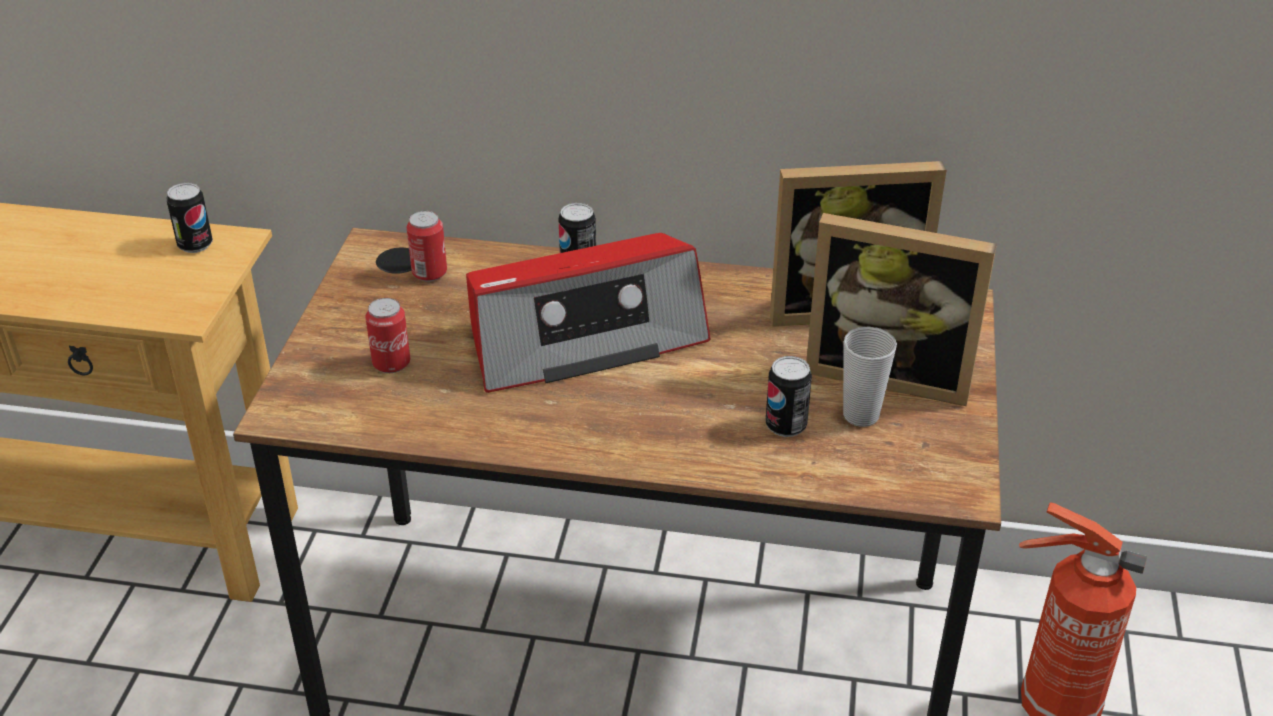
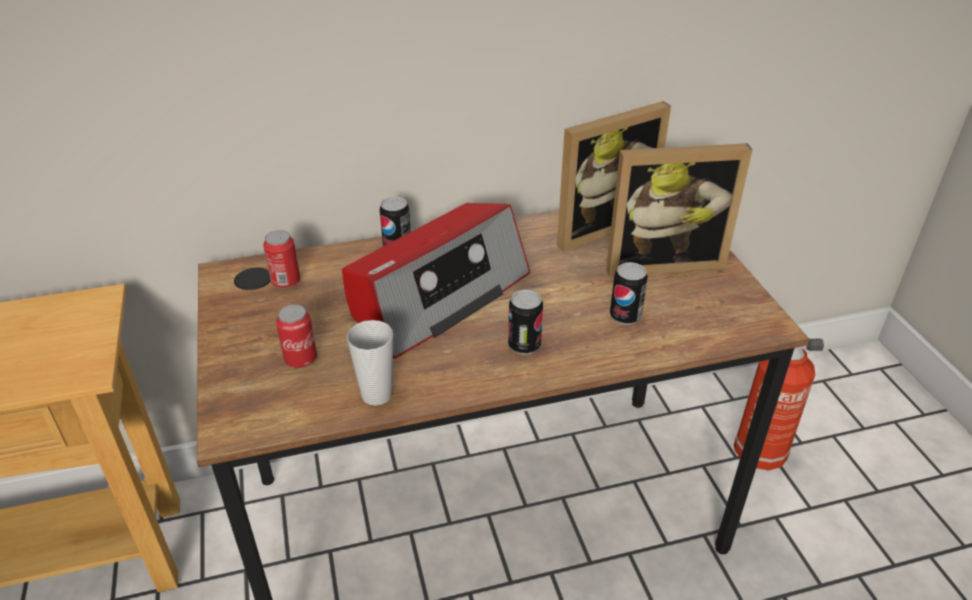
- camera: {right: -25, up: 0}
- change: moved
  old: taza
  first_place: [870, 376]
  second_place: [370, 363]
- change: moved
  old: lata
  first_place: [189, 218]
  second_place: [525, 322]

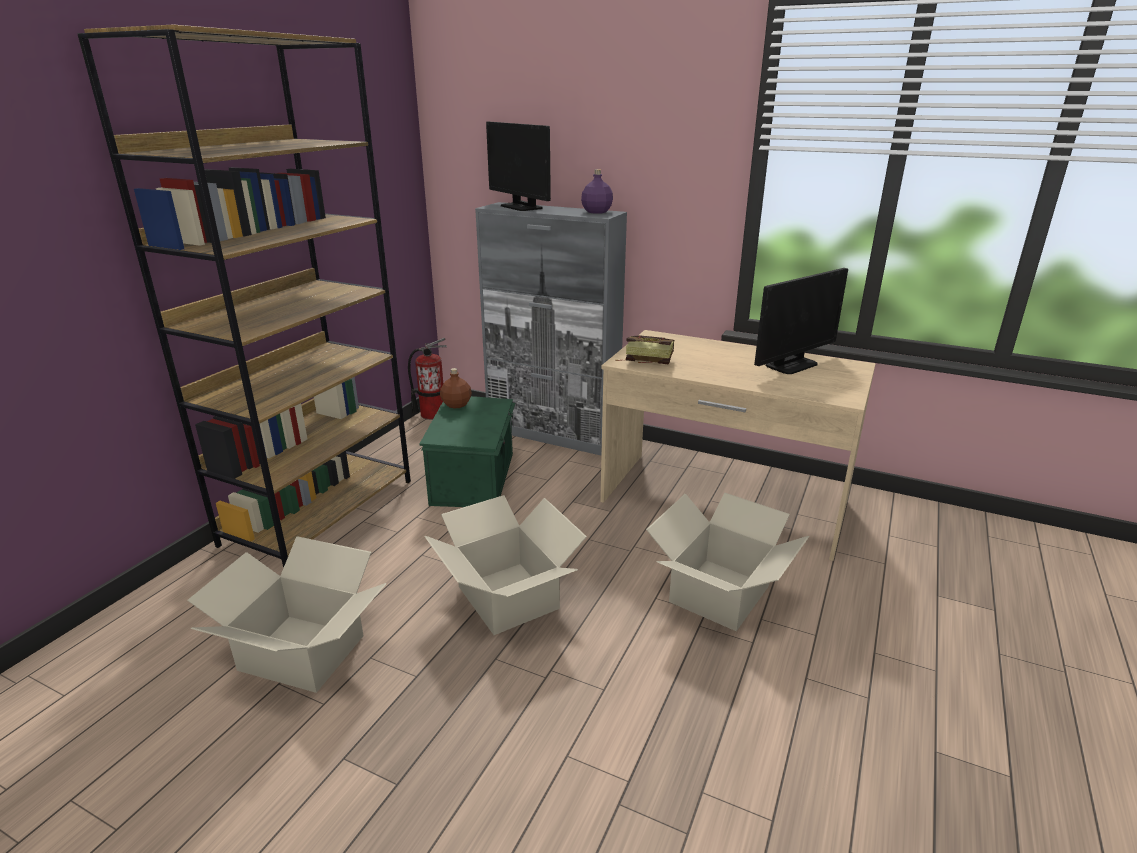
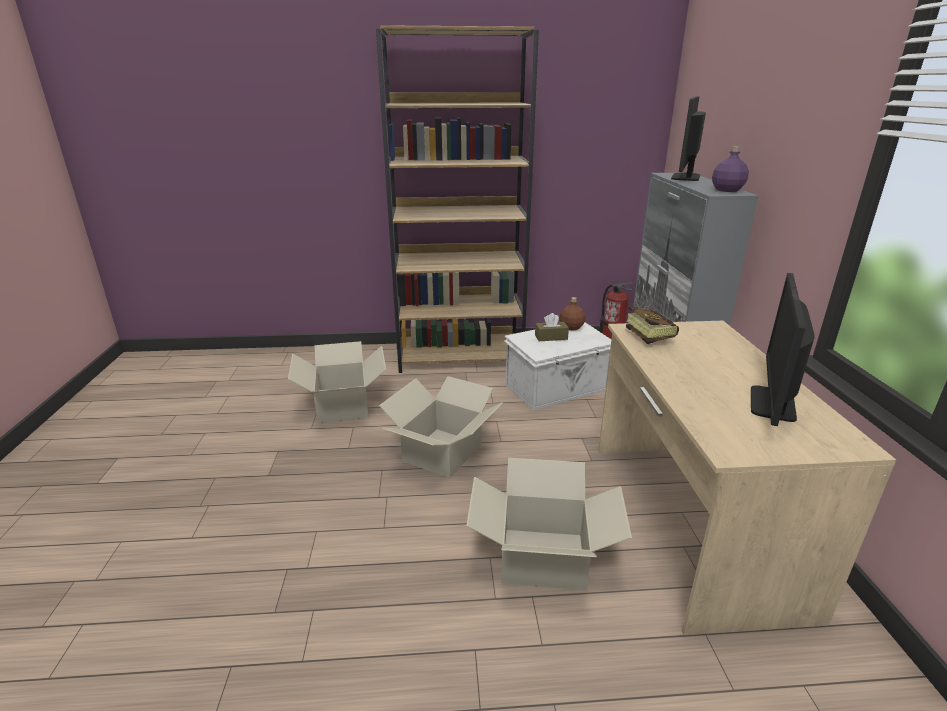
- camera: {right: 60, up: 0}
- change: recoloured
  old: caja de almacenaje [verde]
  new: caja de almacenaje [blanco]
  first_place: [467, 451]
  second_place: [557, 366]
- change: added
  new: caja de pañuelos [marrón]
  second_place: [552, 327]
- change: turned
  old: monitor
  first_place: [801, 321]
  second_place: [783, 349]
  degrees: 90

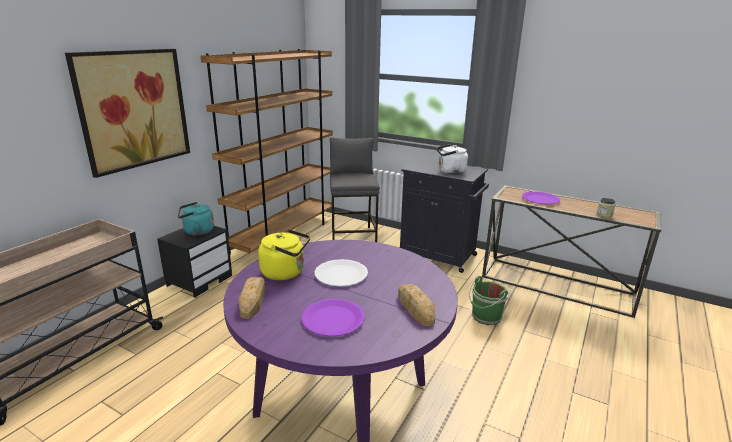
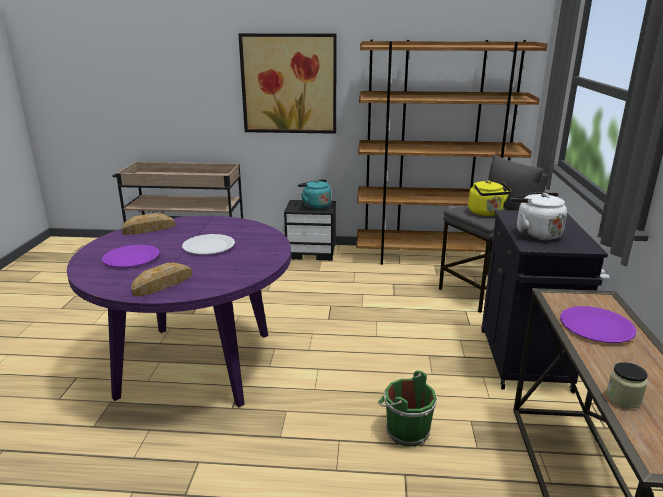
- camera: {right: 65, up: 0}
- change: moved
  old: hervidor [amarillo]
  first_place: [284, 254]
  second_place: [489, 198]

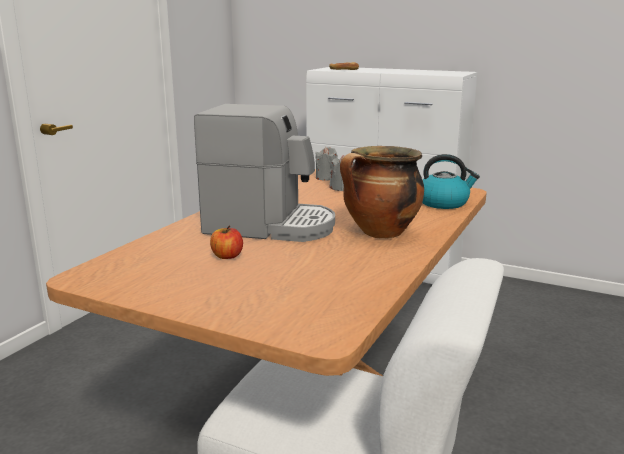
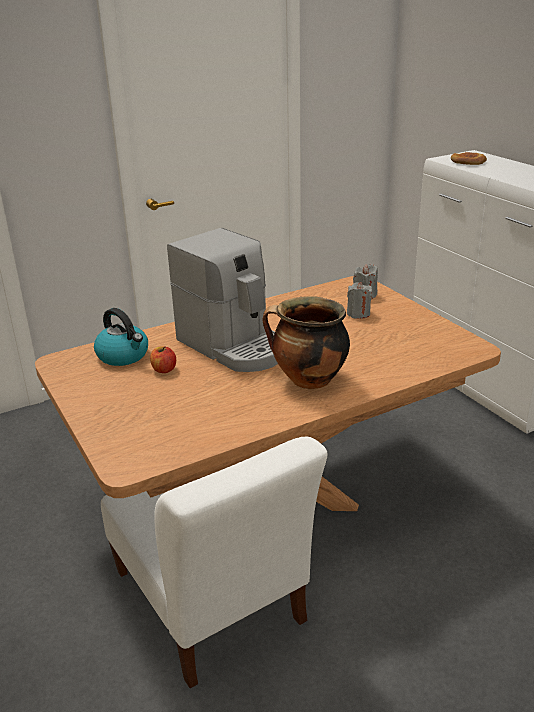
- camera: {right: 35, up: 10}
- change: moved
  old: hervidor
  first_place: [451, 181]
  second_place: [121, 337]

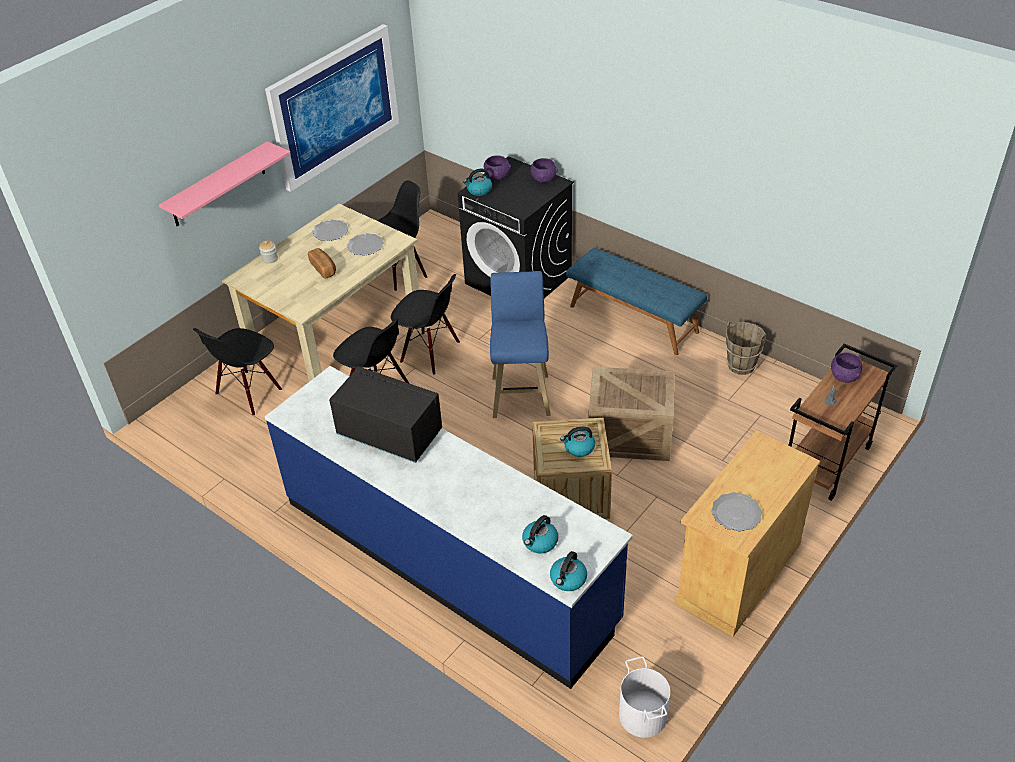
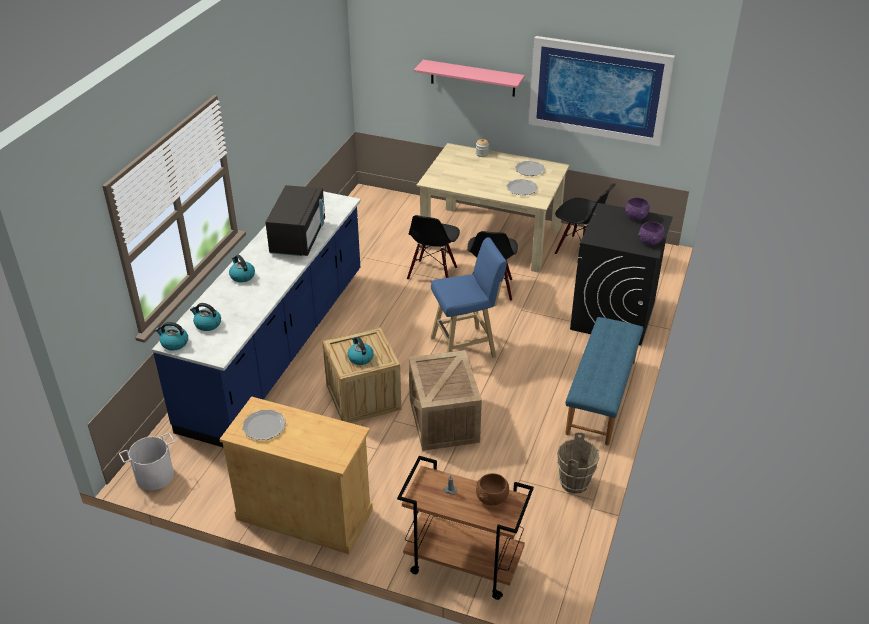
- camera: {right: 70, up: -5}
- change: moved
  old: hervidor
  first_place: [477, 182]
  second_place: [242, 268]
- change: recoloured
  old: cuenco [morado]
  new: cuenco [marrón]
  first_place: [846, 367]
  second_place: [492, 489]
- change: removed
  old: silla [negro]
  first_place: [237, 372]
- change: removed
  old: pan
  first_place: [322, 263]

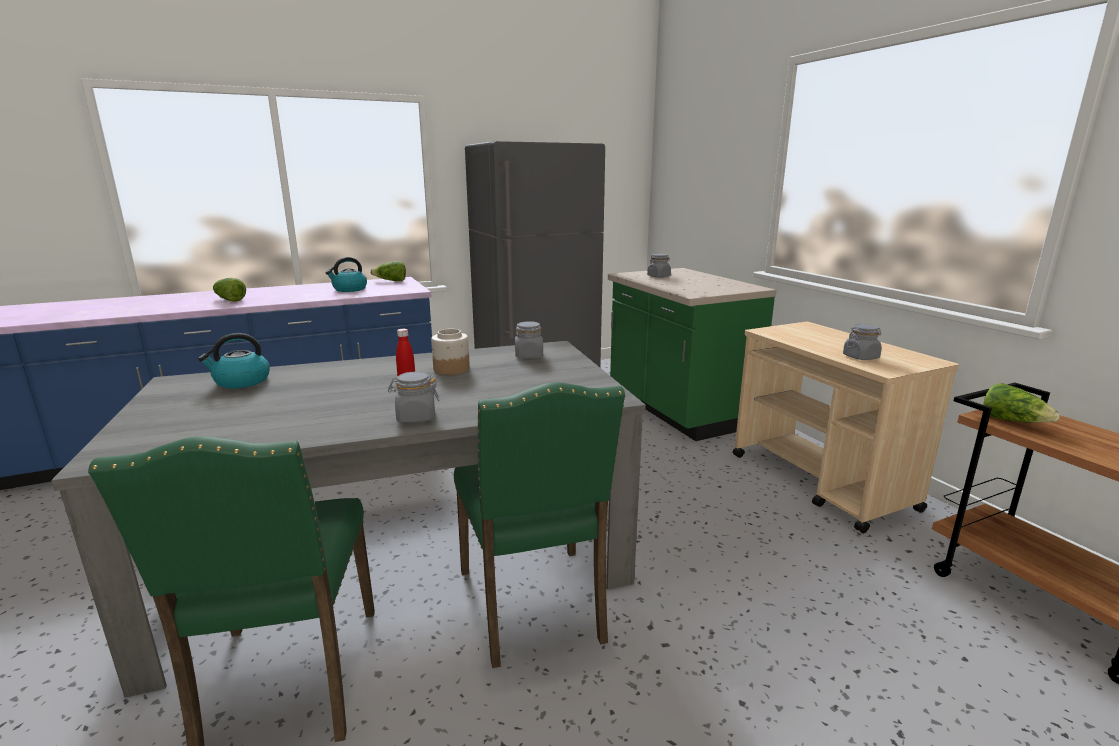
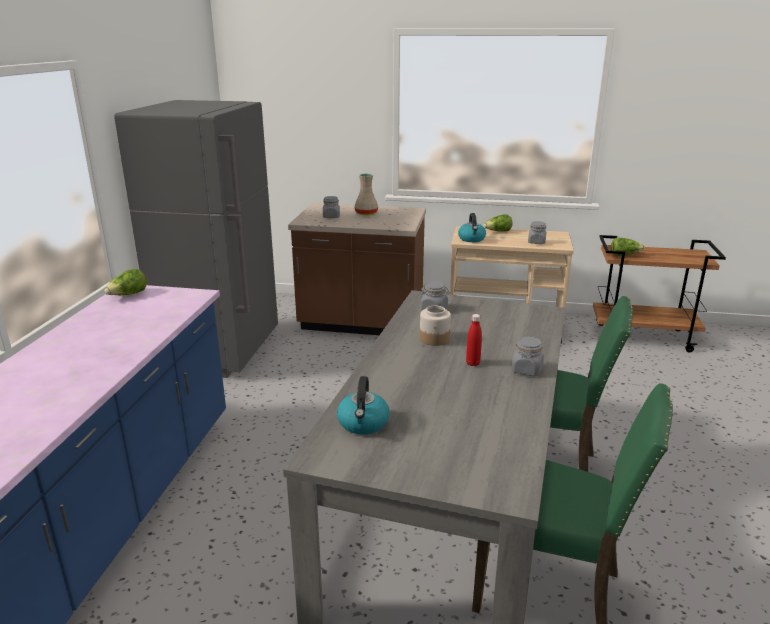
- camera: {right: -55, up: 5}
- change: recoloured
  old: mueble bajo de cocina [verde]
  new: mueble bajo de cocina [marrón]
  first_place: [692, 354]
  second_place: [357, 269]
- change: added
  new: florero [beis]
  second_place: [366, 194]
- change: moved
  old: hervidor
  first_place: [346, 274]
  second_place: [472, 227]
- change: moved
  old: lechuga
  first_place: [229, 290]
  second_place: [498, 223]

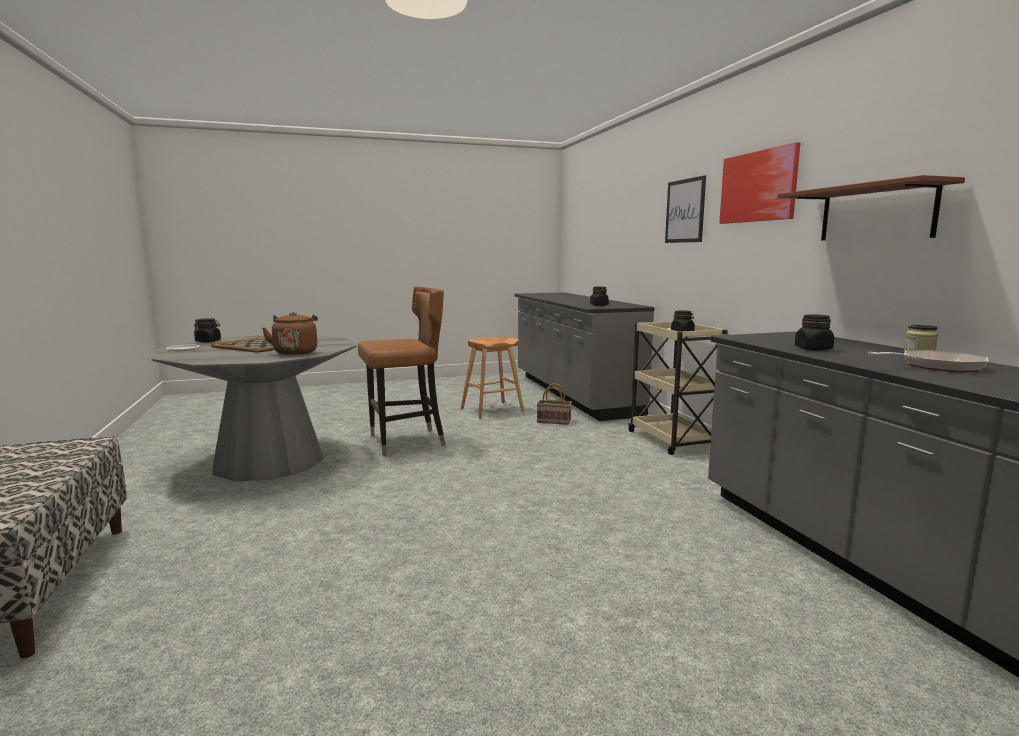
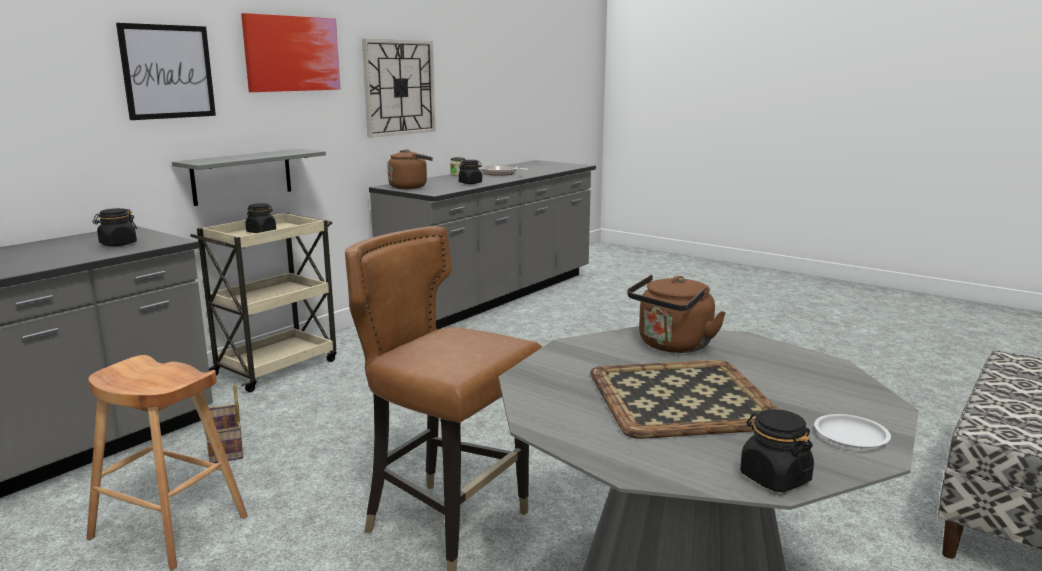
- camera: {right: -125, up: 5}
- change: added
  new: estante [gris]
  second_place: [249, 177]
- change: replaced
  old: estante [marrón]
  new: reloj de pared
  first_place: [871, 207]
  second_place: [399, 88]
- change: added
  new: hervidor [marrón]
  second_place: [410, 169]

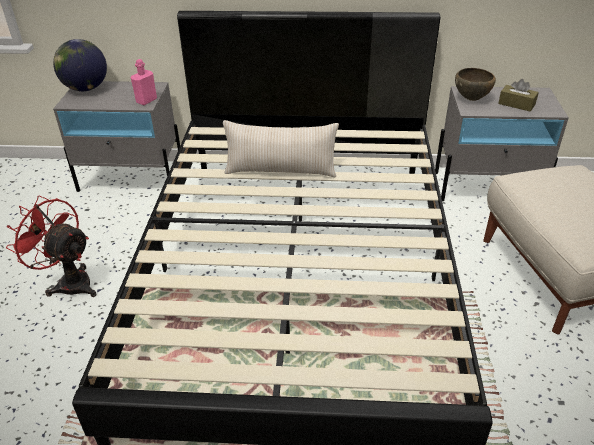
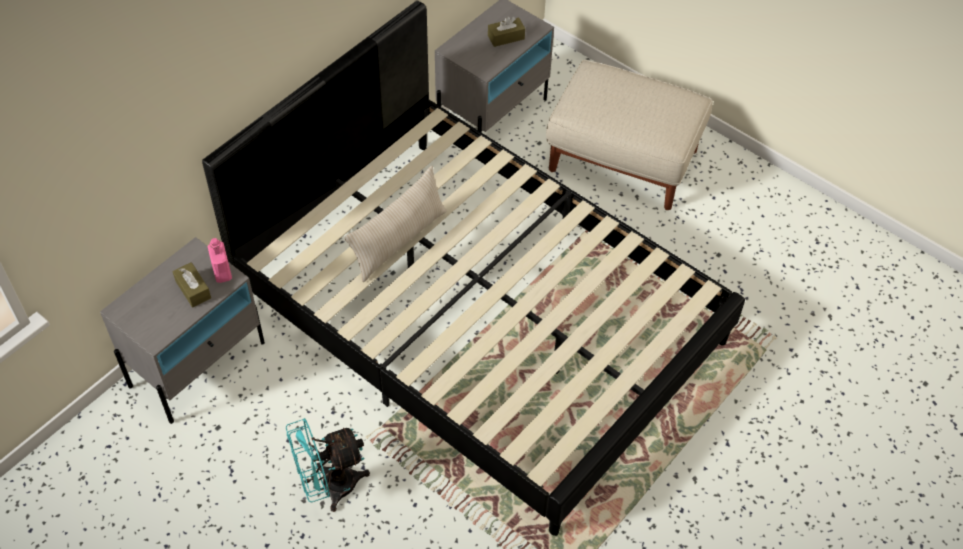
- camera: {right: -55, up: 15}
- change: added
  new: caja de pañuelos [marrón]
  second_place: [191, 284]
- change: recoloured
  old: ventilador [rojo]
  new: ventilador [turquesa]
  first_place: [51, 246]
  second_place: [328, 465]
- change: removed
  old: globo terráqueo
  first_place: [80, 65]
- change: removed
  old: cuenco [marrón]
  first_place: [475, 84]

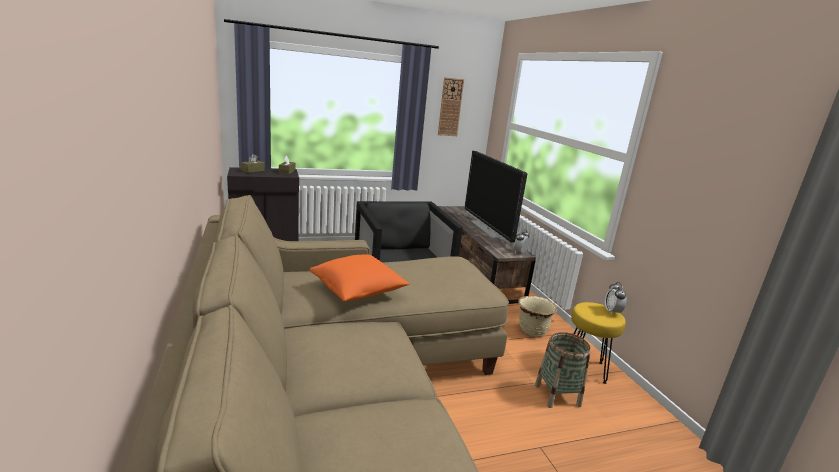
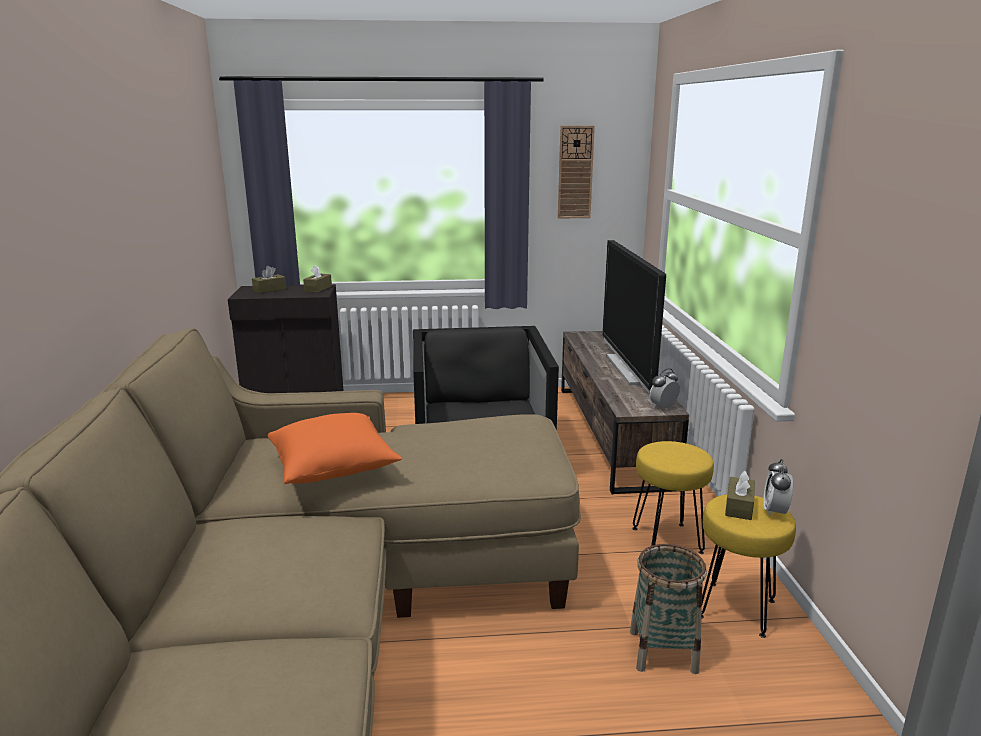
- camera: {right: 15, up: 0}
- change: replaced
  old: maceta [beis]
  new: taburete [amarillo]
  first_place: [537, 316]
  second_place: [673, 497]
- change: added
  new: caja de pañuelos [marrón]
  second_place: [740, 495]

